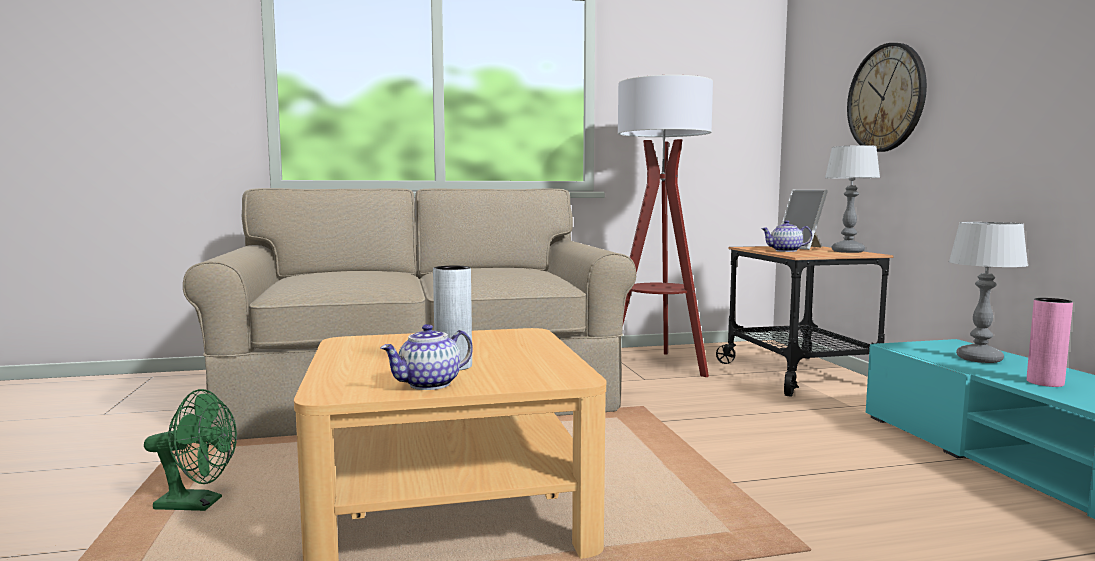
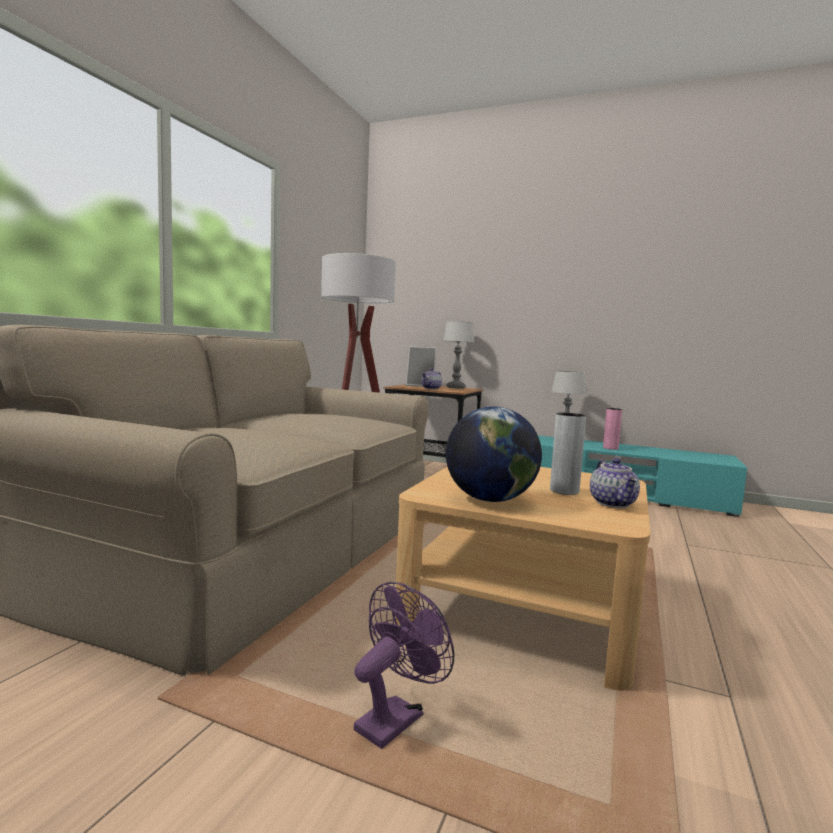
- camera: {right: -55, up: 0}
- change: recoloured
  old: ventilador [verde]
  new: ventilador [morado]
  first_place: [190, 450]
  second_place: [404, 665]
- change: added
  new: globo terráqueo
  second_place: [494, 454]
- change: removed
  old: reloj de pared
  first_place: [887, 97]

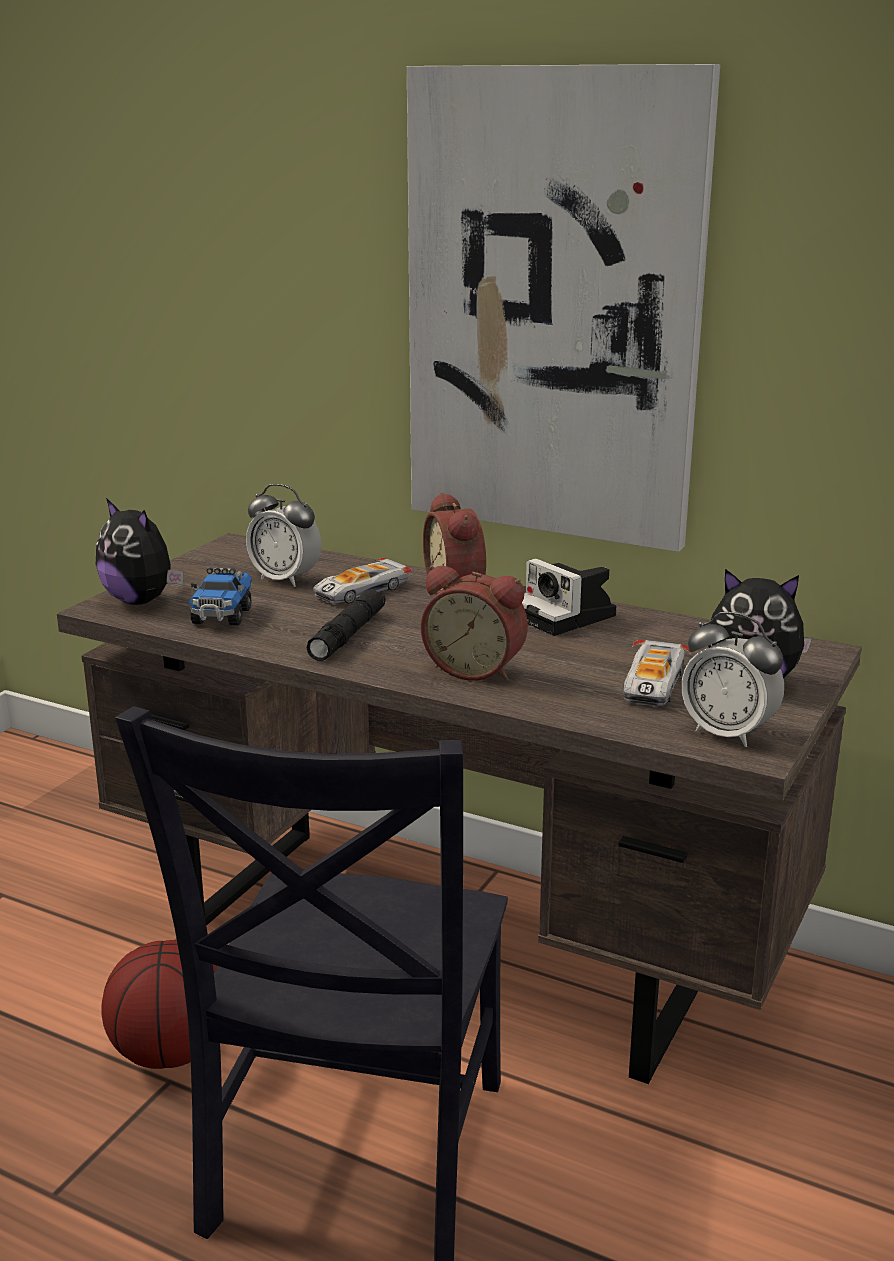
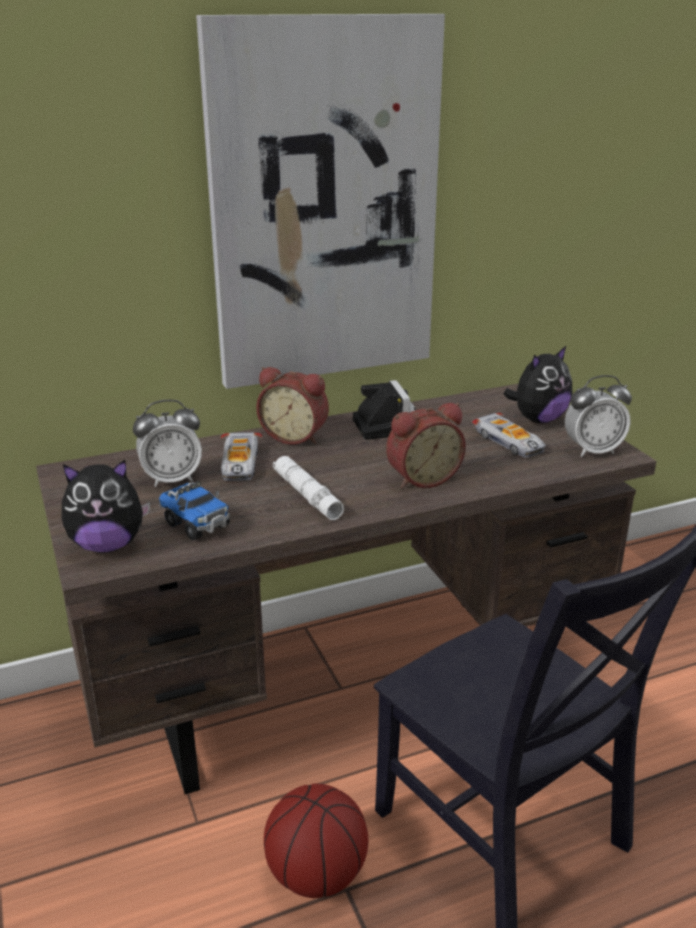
- camera: {right: -50, up: 5}
- change: recoloured
  old: linterna [negro]
  new: linterna [blanco]
  first_place: [346, 625]
  second_place: [308, 488]
- change: turned
  old: cámara
  first_place: [569, 597]
  second_place: [384, 410]
  degrees: -105

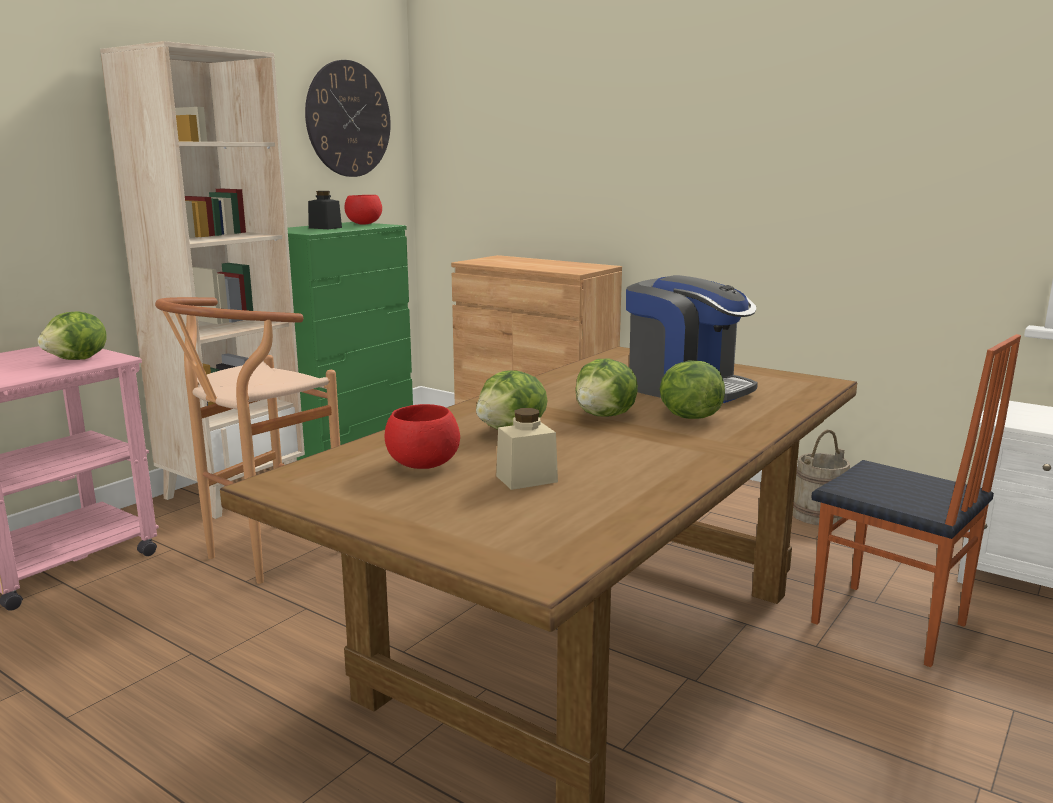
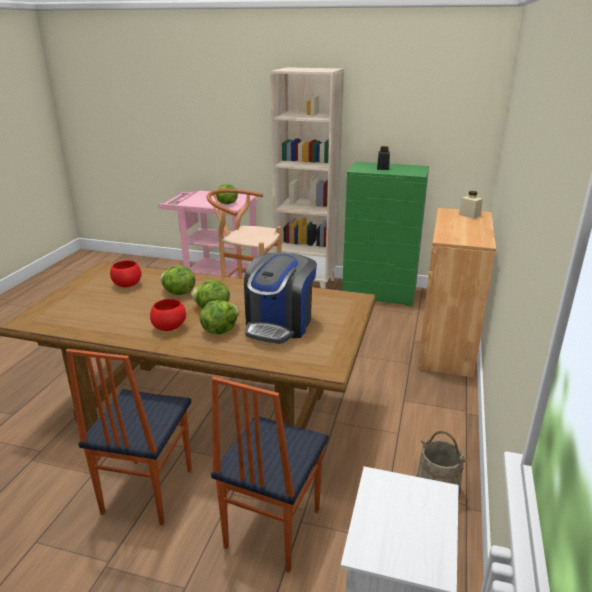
- camera: {right: 70, up: 10}
- change: added
  new: silla
  second_place: [129, 437]
- change: moved
  old: cuenco [rojo]
  first_place: [363, 210]
  second_place: [168, 315]
- change: moved
  old: tarro [beis]
  first_place: [527, 449]
  second_place: [471, 205]
- change: removed
  old: reloj de pared
  first_place: [348, 118]

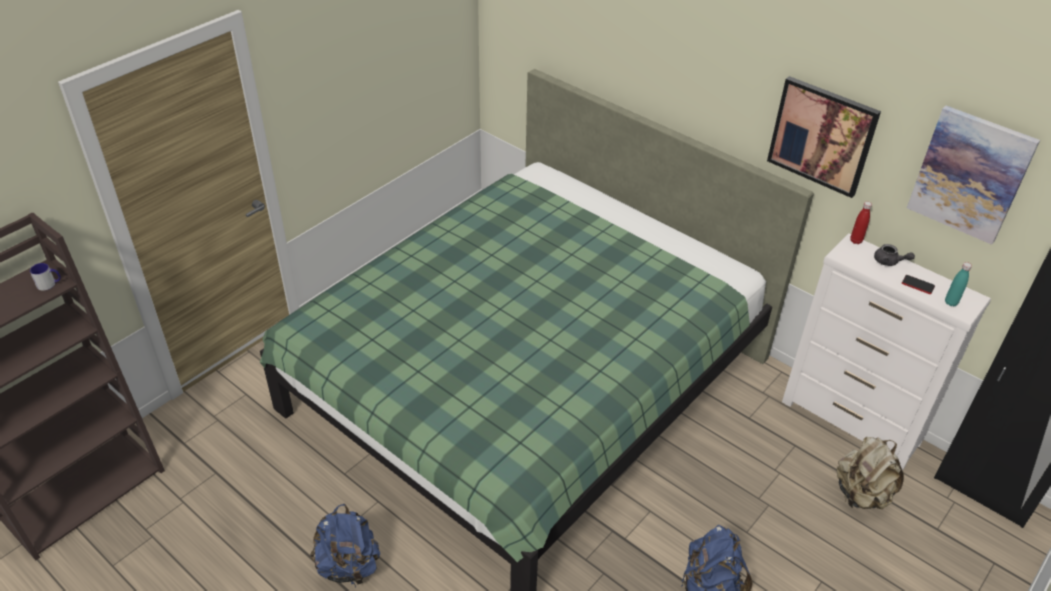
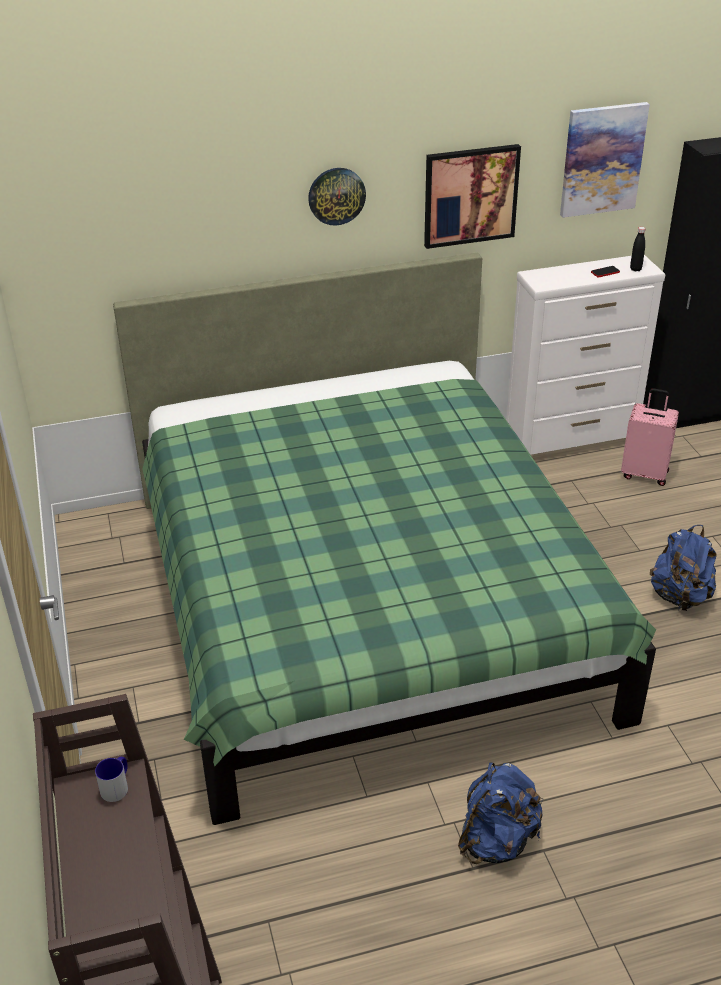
- camera: {right: -55, up: -5}
- change: added
  new: reloj de pared
  second_place: [337, 197]
- change: replaced
  old: mochila [beis]
  new: maleta [rosa]
  first_place: [870, 473]
  second_place: [650, 437]
- change: recoloured
  old: botella [turquesa]
  new: botella [negro]
  first_place: [958, 284]
  second_place: [637, 249]
- change: removed
  old: botella [rojo]
  first_place: [861, 223]
- change: removed
  old: tetera [gris]
  first_place: [894, 255]

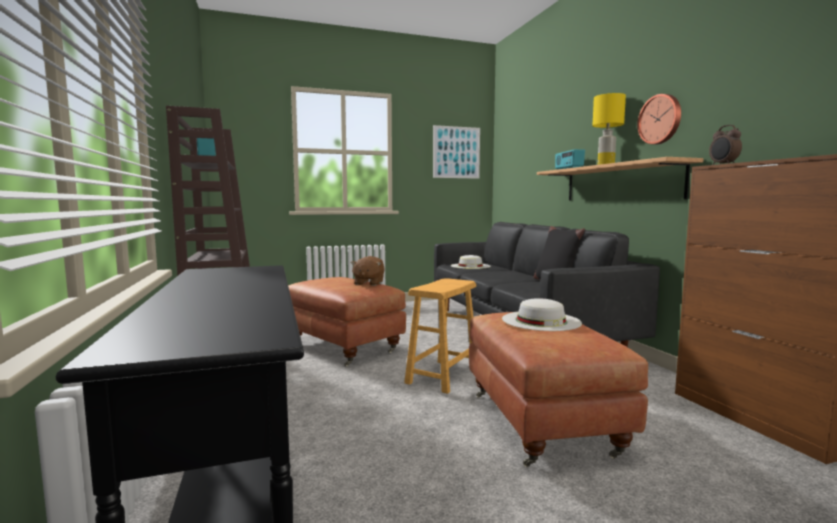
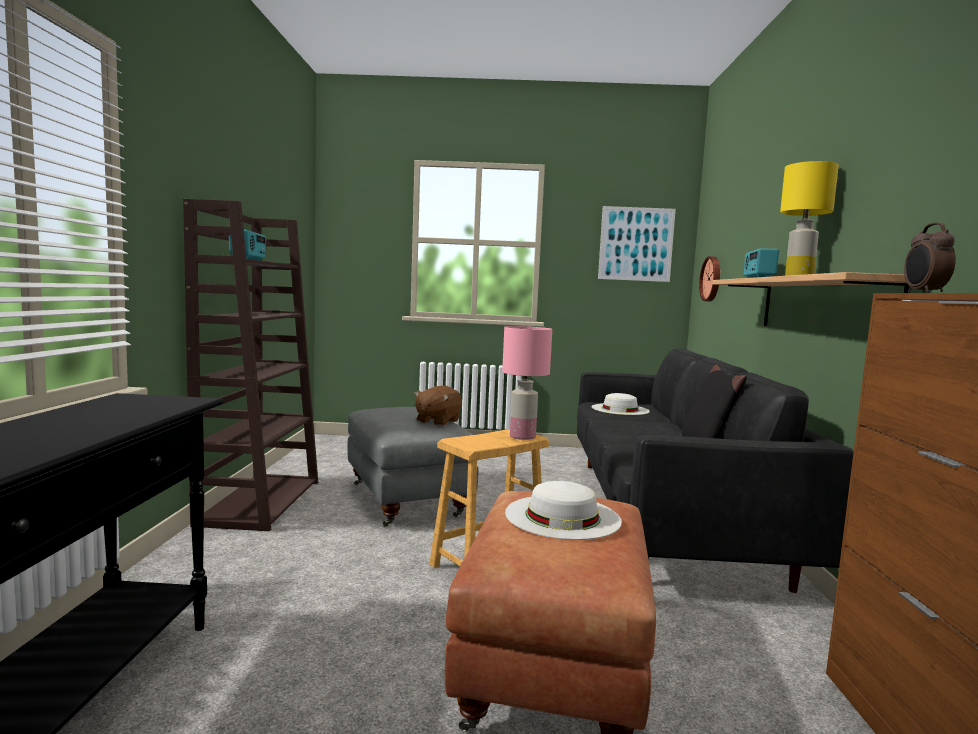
- camera: {right: 20, up: 0}
- change: recoloured
  old: puf [marrón]
  new: puf [gris]
  first_place: [347, 322]
  second_place: [413, 467]
- change: added
  new: lámpara de mesa [rosa]
  second_place: [527, 383]
- change: moved
  old: reloj de pared
  first_place: [659, 119]
  second_place: [709, 279]

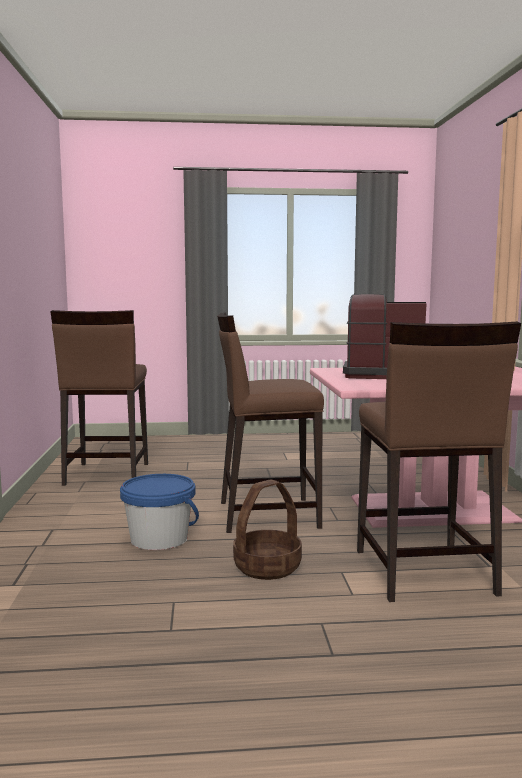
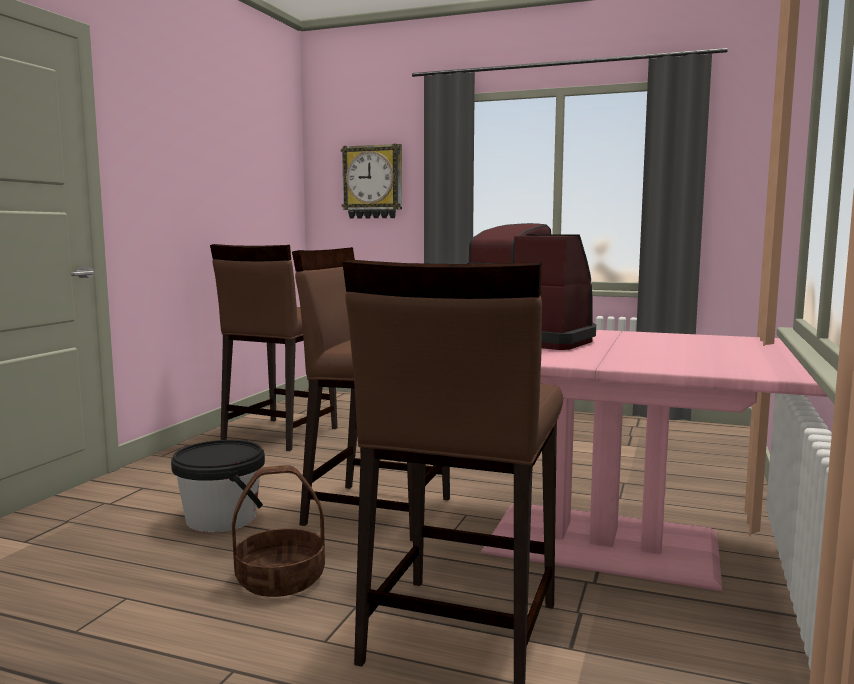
- camera: {right: 25, up: 0}
- change: recoloured
  old: cubo [azul]
  new: cubo [negro]
  first_place: [159, 512]
  second_place: [218, 486]
- change: added
  new: reloj de pared
  second_place: [371, 181]

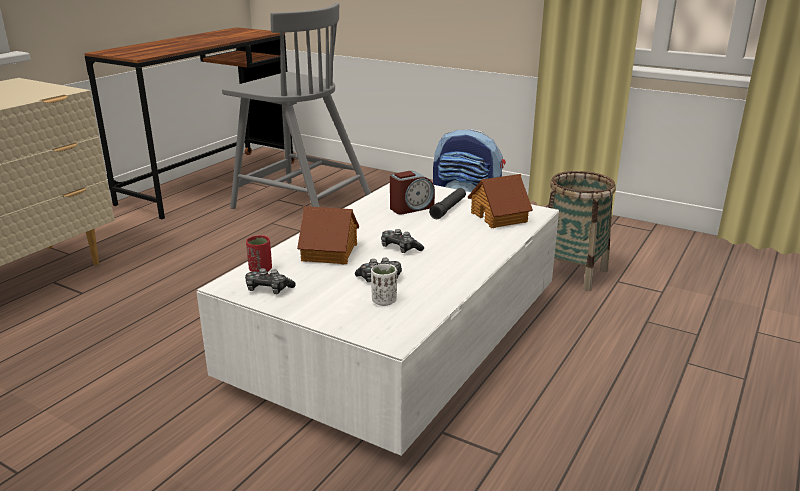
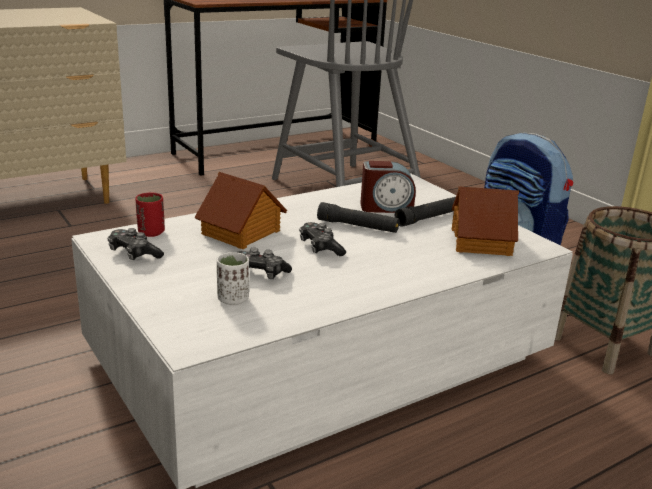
- camera: {right: 25, up: 0}
- change: added
  new: linterna [negro]
  second_place: [358, 217]

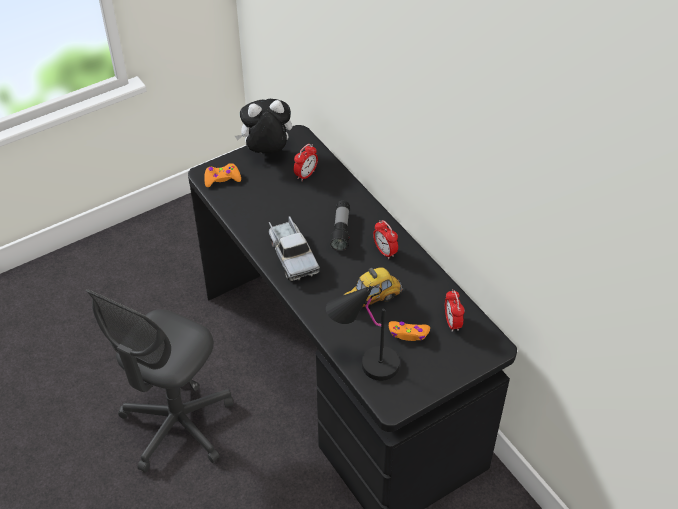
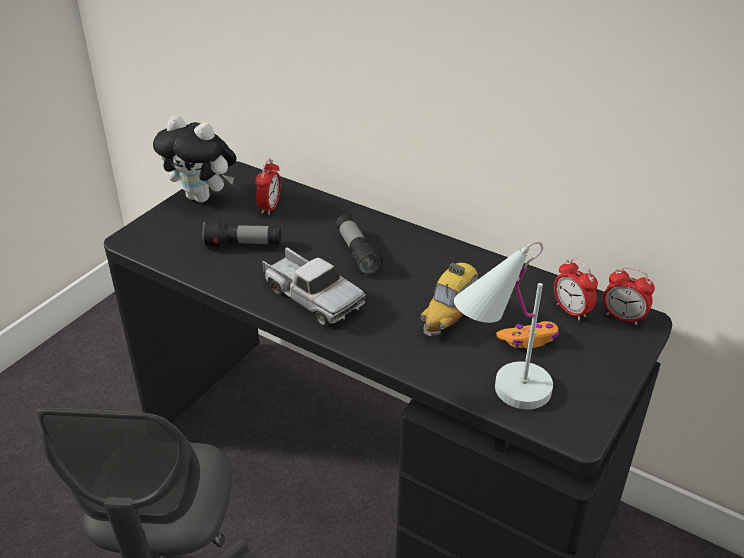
- camera: {right: -25, up: -10}
- change: turned
  old: peluche
  first_place: [263, 126]
  second_place: [195, 159]
  degrees: -120
- change: added
  new: linterna
  second_place: [241, 234]
- change: recoloured
  old: lámpara de mesa [negro]
  new: lámpara de mesa [blanco]
  first_place: [363, 333]
  second_place: [503, 325]
- change: moved
  old: despertador
  first_place: [385, 239]
  second_place: [629, 295]
- change: removed
  old: mando de consola [naranja]
  first_place: [222, 175]

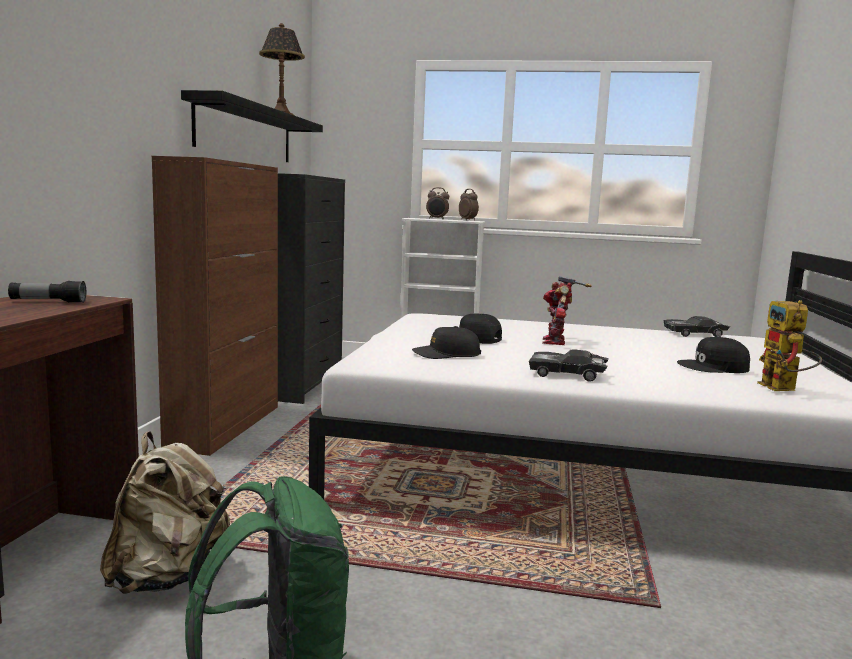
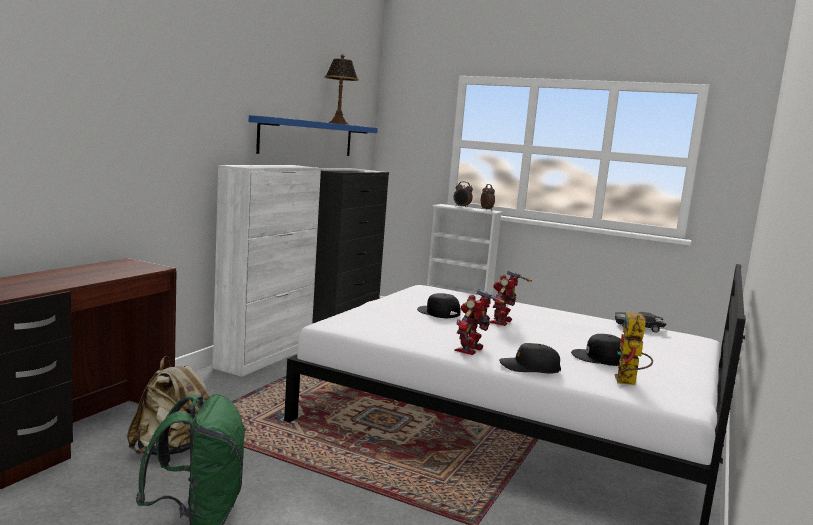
- camera: {right: 15, up: 0}
- change: recoloured
  old: armario [marrón]
  new: armario [blanco]
  first_place: [215, 306]
  second_place: [267, 271]
- change: recoloured
  old: estante [negro]
  new: estante [azul]
  first_place: [252, 126]
  second_place: [313, 135]
- change: replaced
  old: coche de juguete [negro]
  new: robot de juguete
  first_place: [569, 366]
  second_place: [480, 322]
- change: moved
  old: gorra [negro]
  first_place: [446, 342]
  second_place: [530, 358]
- change: removed
  old: linterna
  first_place: [47, 292]

